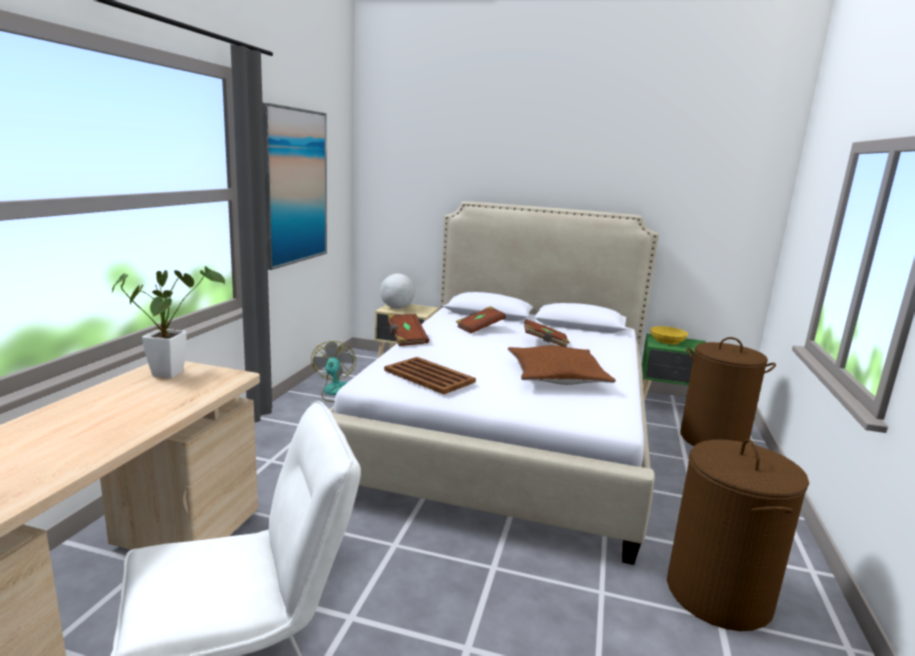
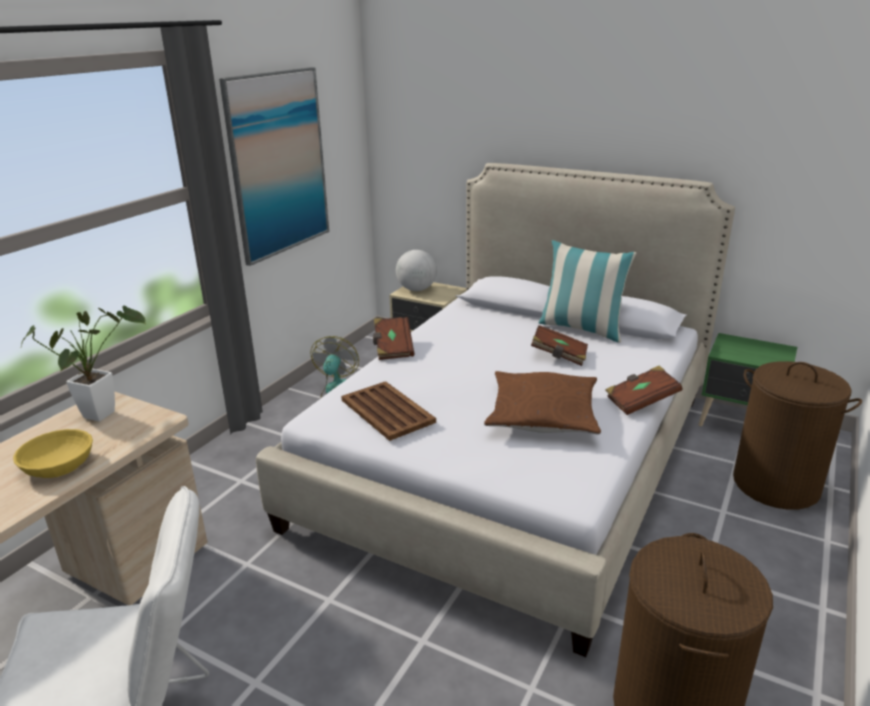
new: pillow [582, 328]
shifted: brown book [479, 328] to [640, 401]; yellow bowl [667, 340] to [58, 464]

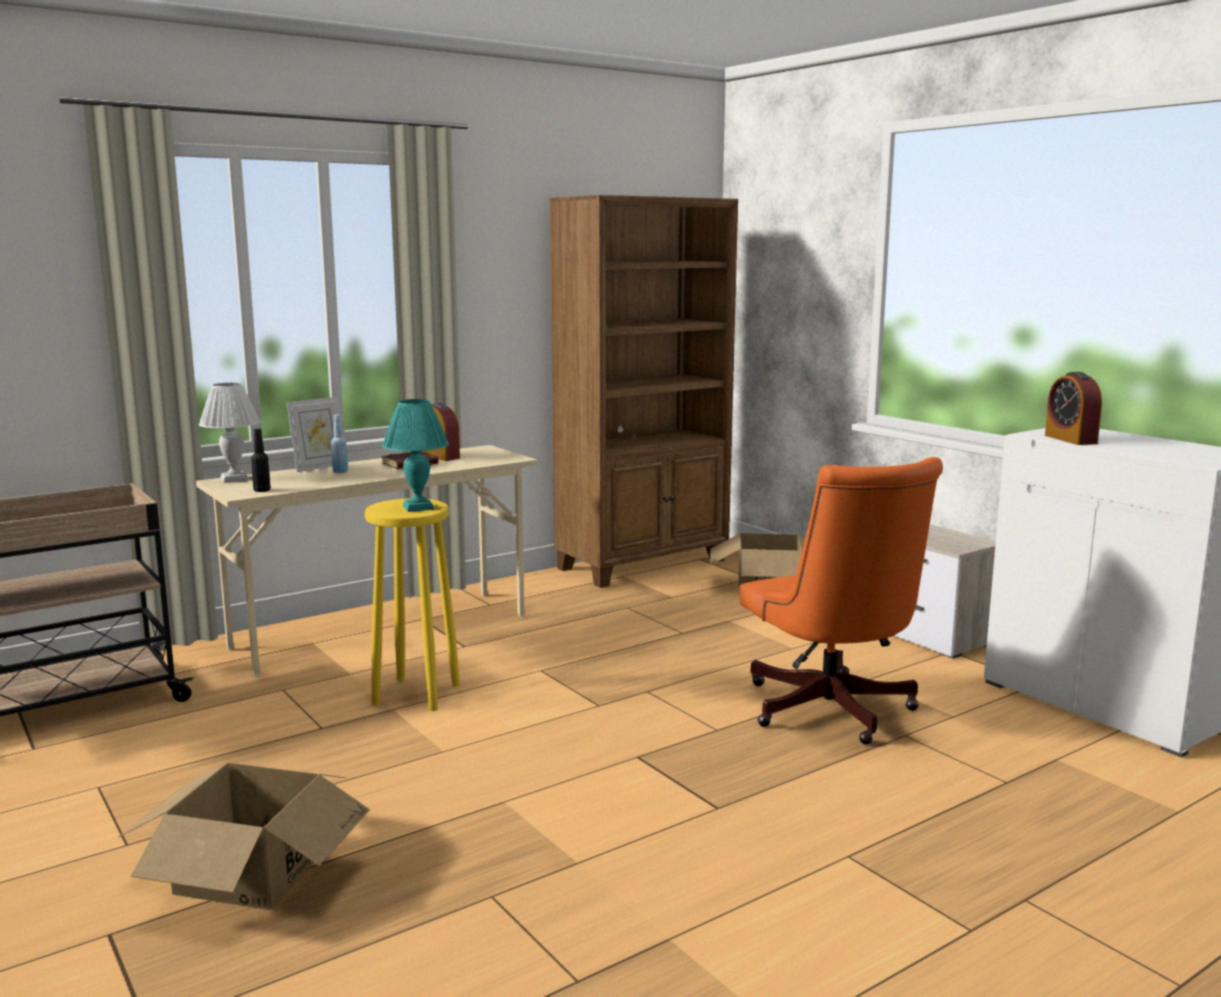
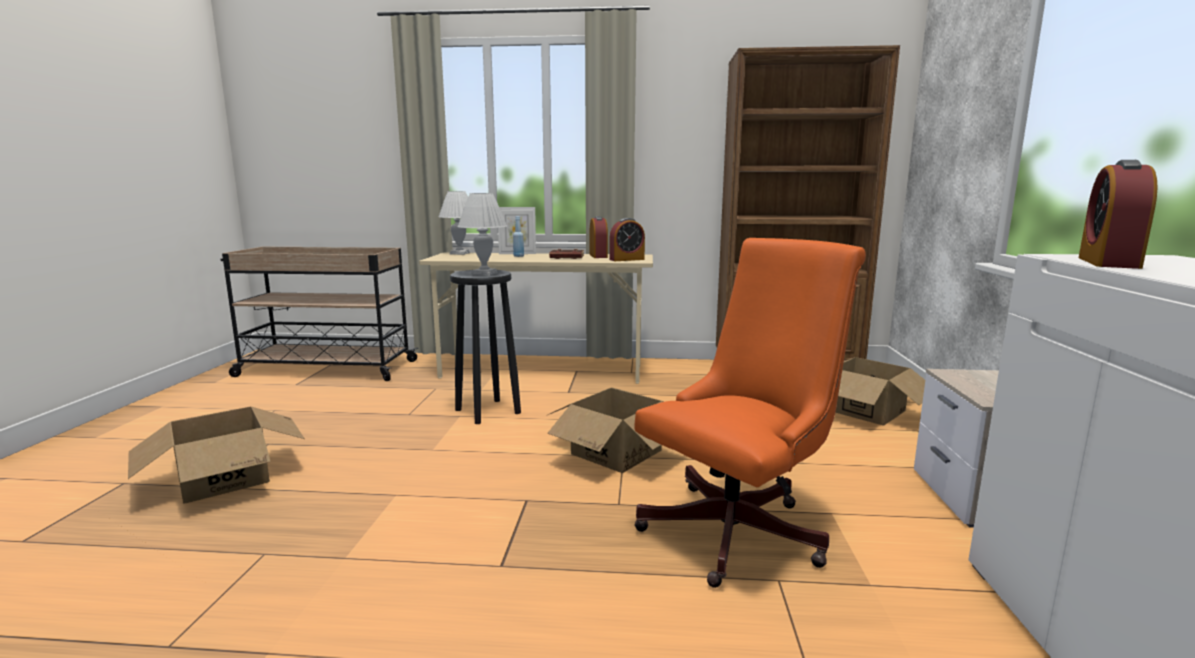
gone: black bottle [262, 490]
new: cardboard box [617, 452]; alarm clock [626, 259]
repainted: yellow stool [416, 694] to black stool [487, 411]; turquoise table lamp [419, 507] to white table lamp [485, 274]
rotated: orange office chair [832, 713] = [741, 529] 150 degrees counterclockwise

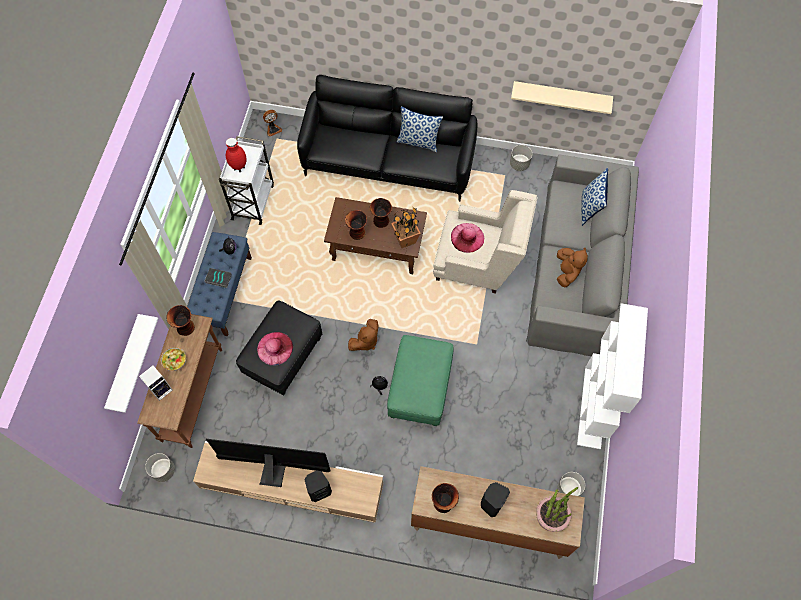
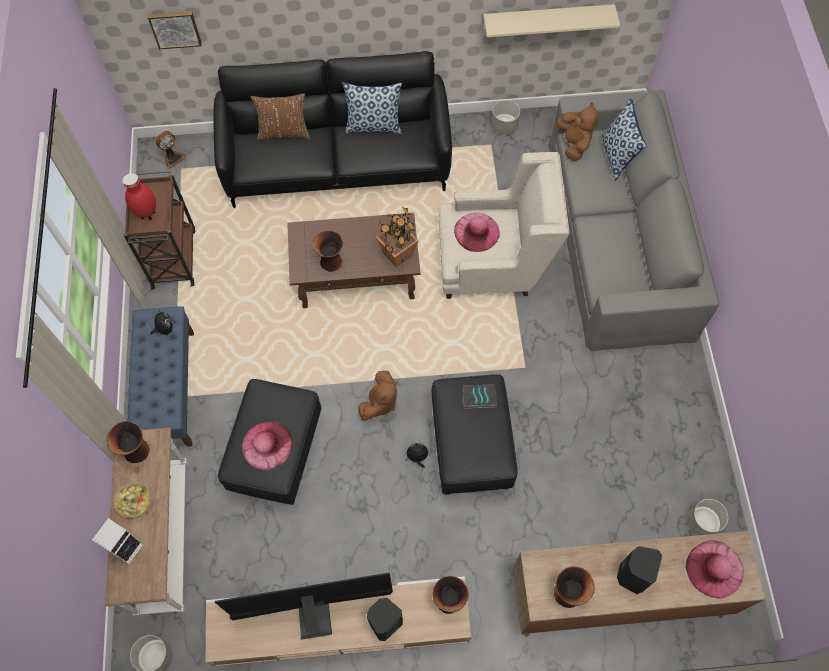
gone: white shelf [125, 364]; white bookcase [593, 408]
new: picture [175, 28]; brown pillow [284, 132]
shifted: book [218, 279] to [478, 398]; vase [381, 221] to [449, 601]; brown plush toy [567, 272] to [574, 143]
swapped: potted plant [551, 516] to pink hat [714, 569]
repainted: brown console table [193, 394] to white console table [168, 539]; white cart [253, 201] to brown cart [174, 257]; green ottoman [420, 389] to black ottoman [471, 446]

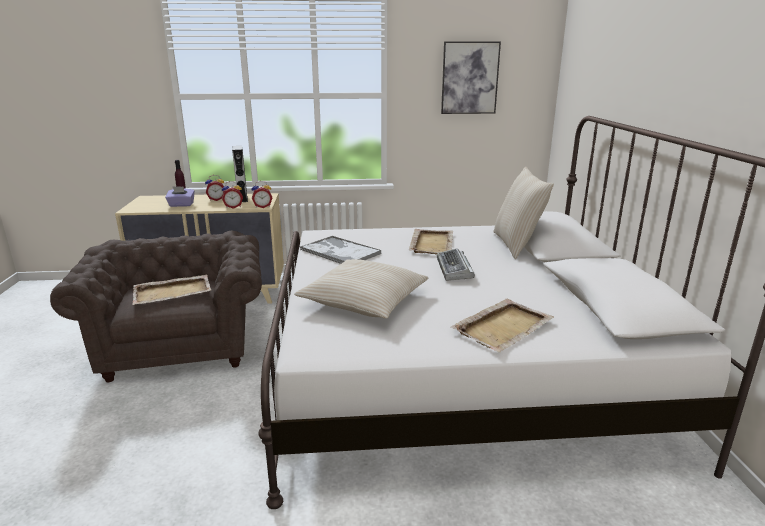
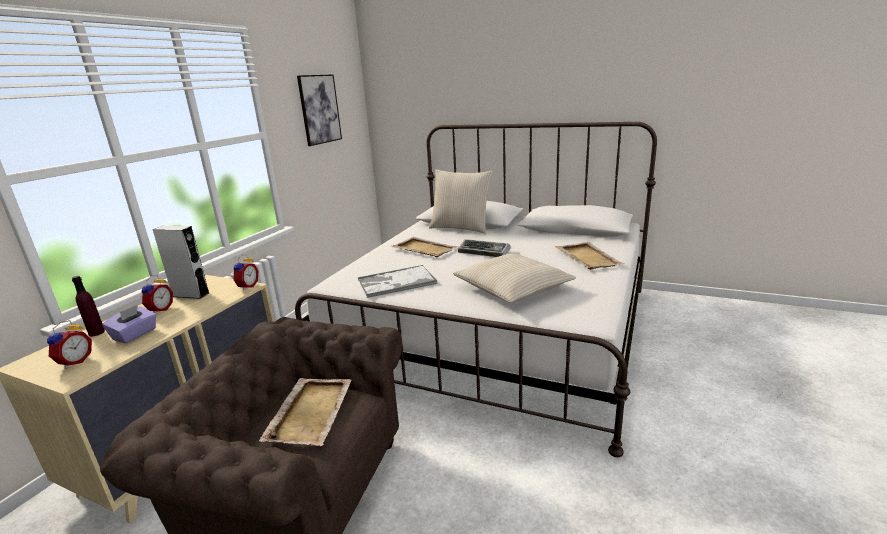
shifted: alarm clock [233, 207] to [74, 362]

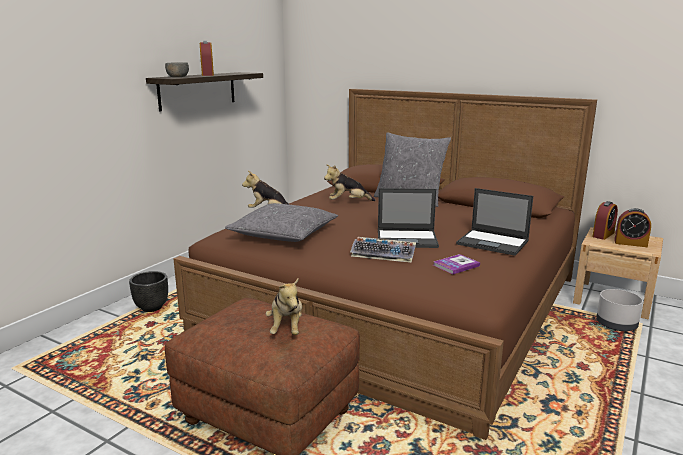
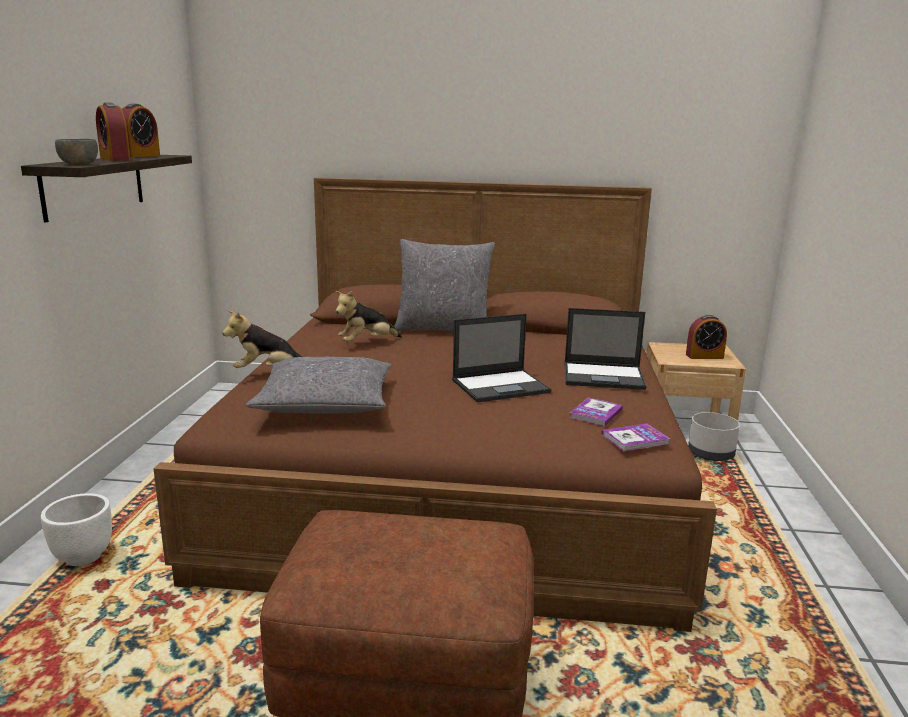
gone: plush toy [287, 328]; keyboard [384, 254]
new: book [635, 439]
shifted: alarm clock [603, 235] to [140, 156]
repainted: black planter [151, 308] to white planter [82, 557]

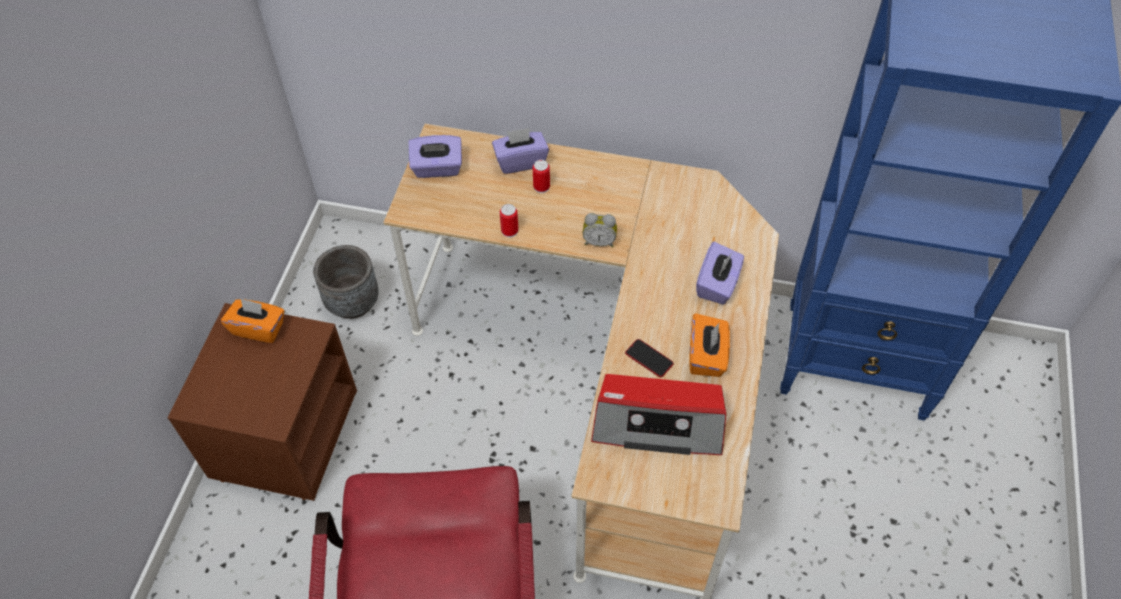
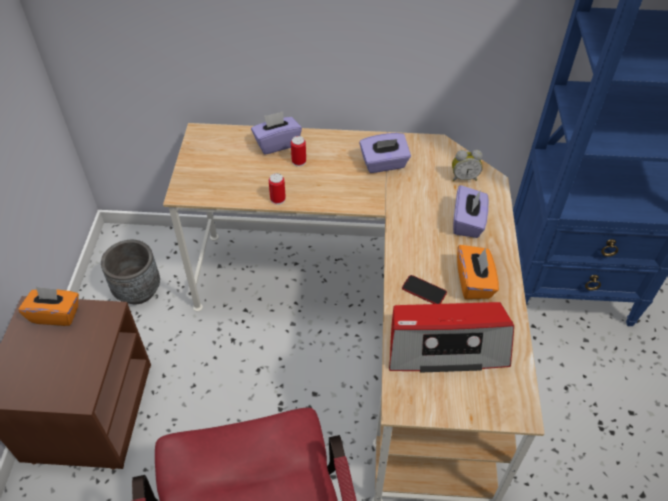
shifted: purple tissue box [437, 168] to [384, 164]; alarm clock [599, 241] to [464, 177]

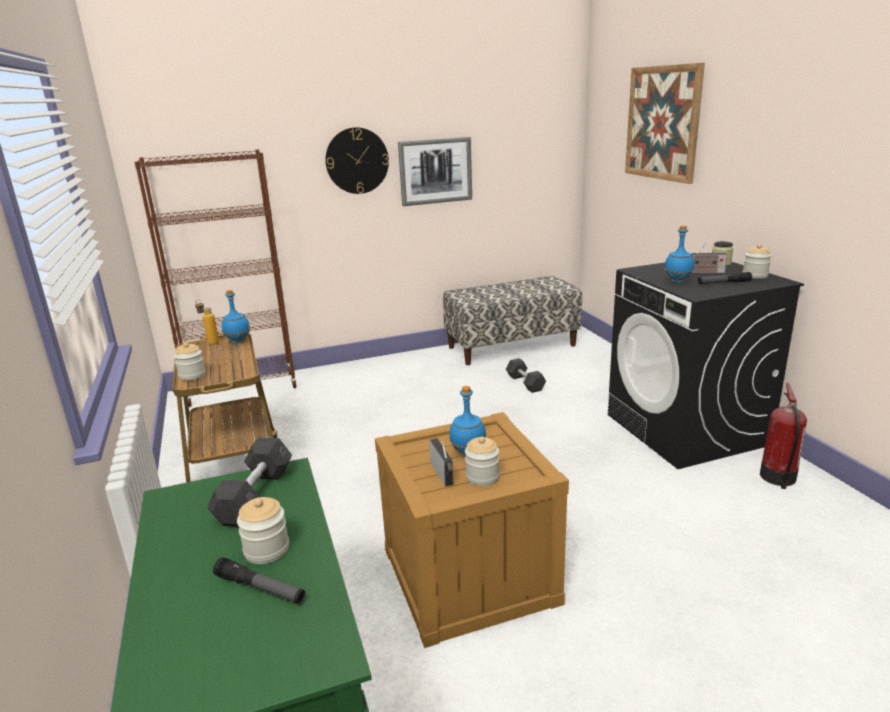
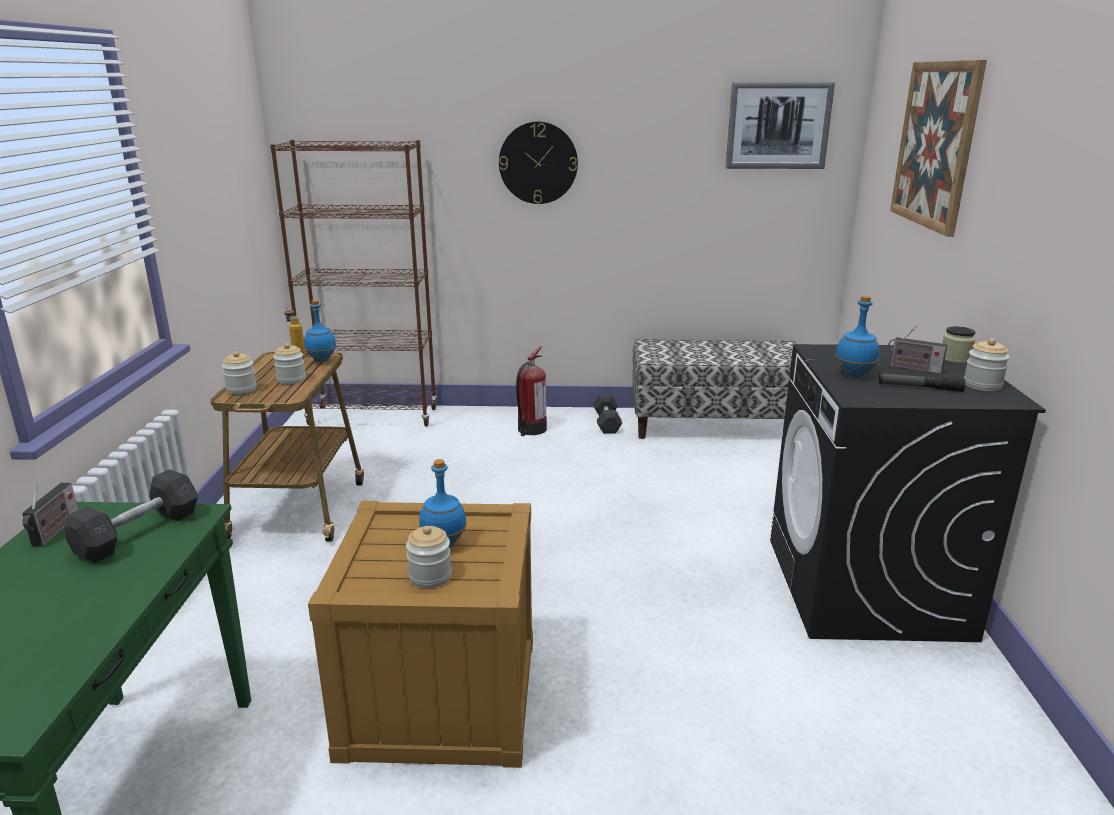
gone: flashlight [260, 588]
shifted: jar [266, 550] to [291, 380]; picture [435, 171] to [778, 126]; radio [443, 474] to [55, 531]; grey dumbbell [525, 383] to [607, 423]; fire extinguisher [778, 478] to [531, 430]

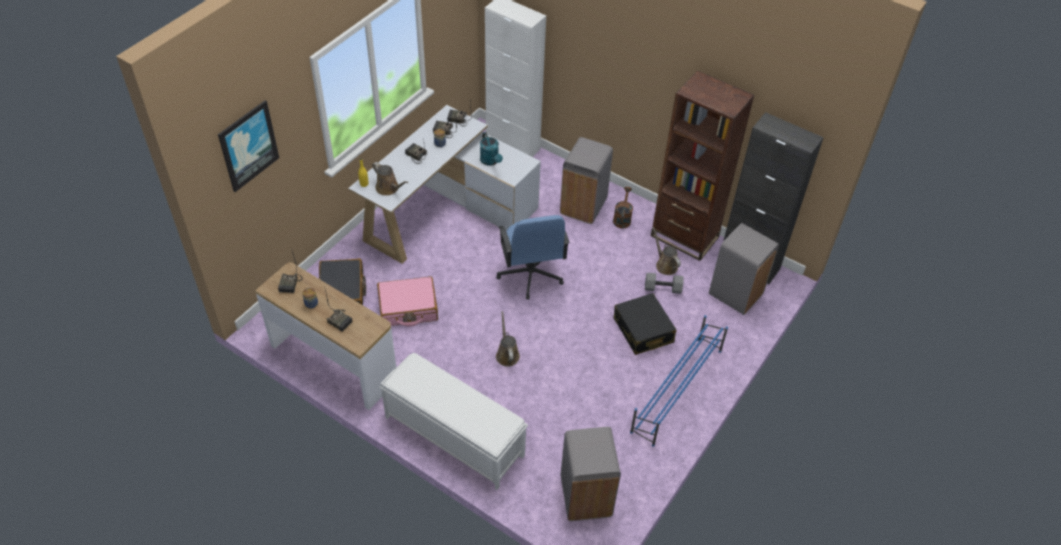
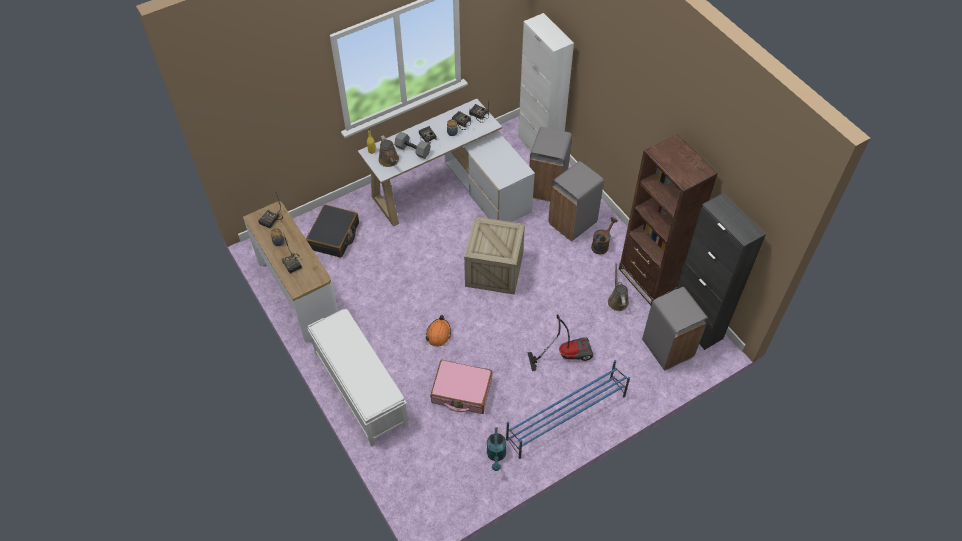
gone: picture [248, 145]
shifted: pink suitcase [408, 308] to [461, 391]; turquoise watering can [491, 161] to [496, 455]; grey trash can [585, 497] to [546, 187]; grey dumbbell [663, 288] to [413, 150]
swapped: blue office chair [530, 274] to crate [494, 270]; brown watering can [507, 354] to orange hard hat [438, 334]; black suitcase [643, 330] to vacuum cleaner [565, 353]

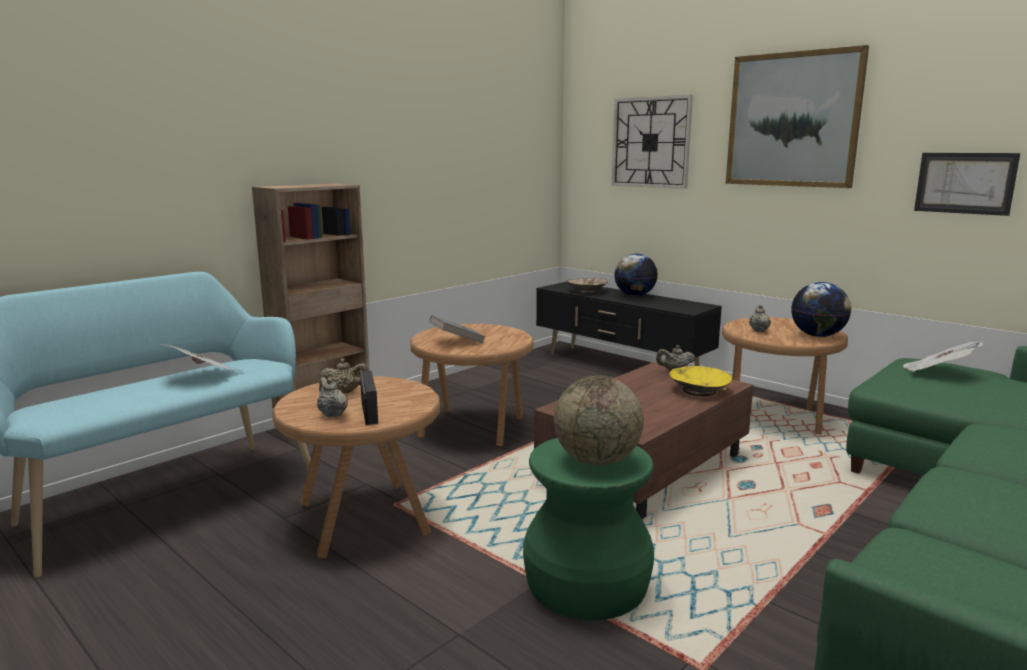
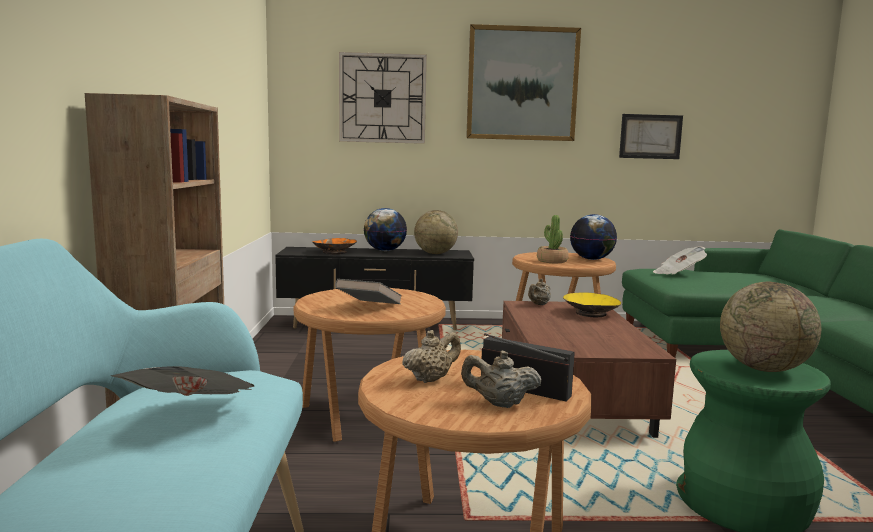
new: globe [435, 253]
swapped: beige teapot [758, 330] to potted plant [552, 261]
repainted: beige bowl [587, 291] to orange bowl [334, 252]

